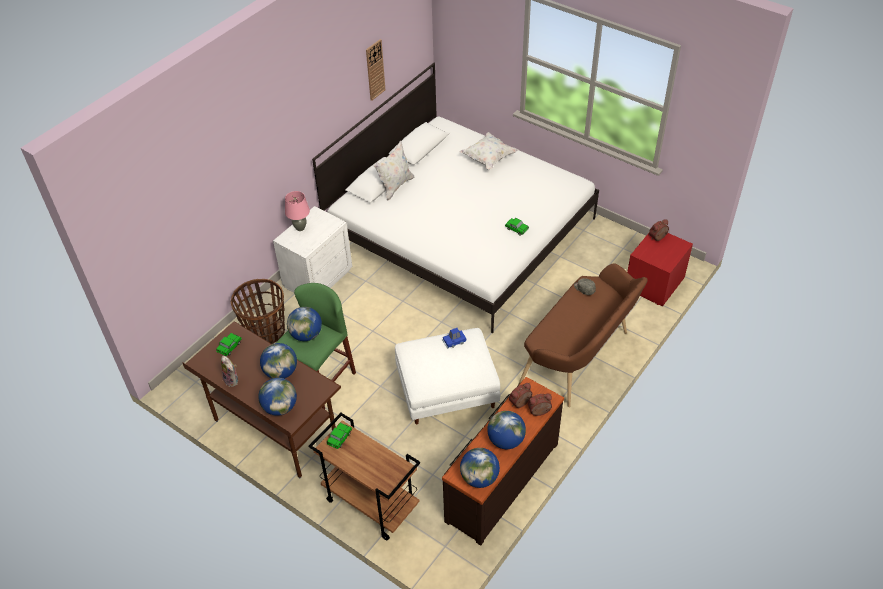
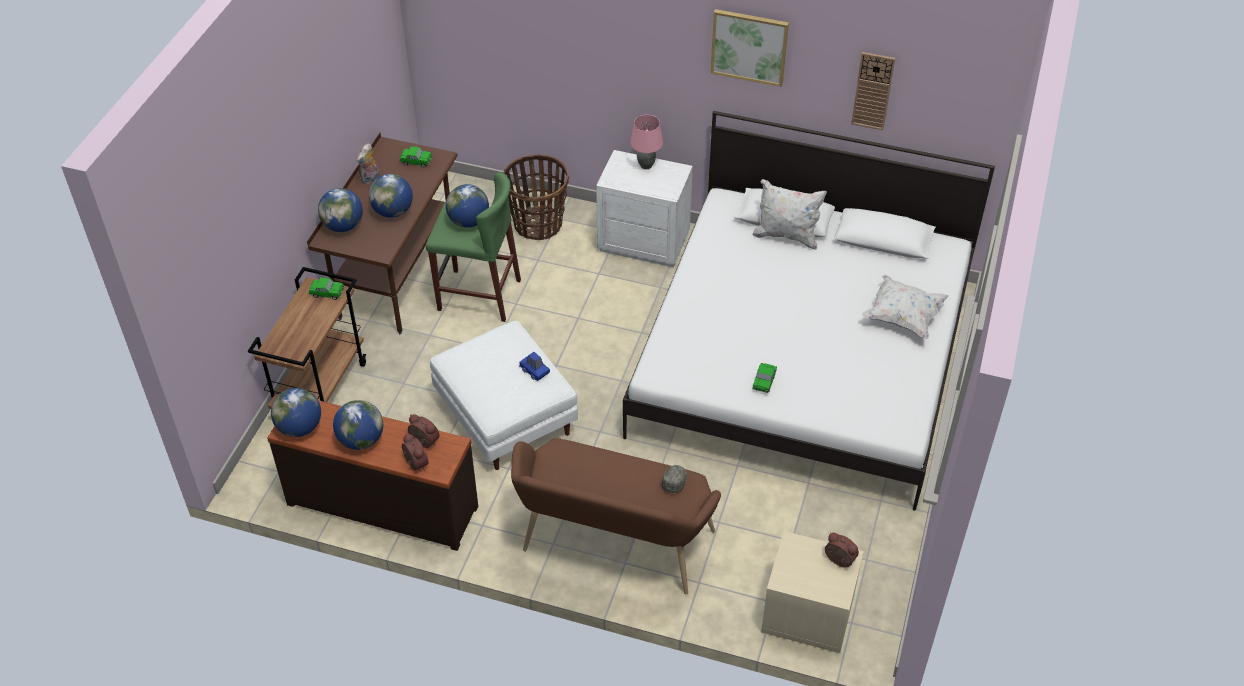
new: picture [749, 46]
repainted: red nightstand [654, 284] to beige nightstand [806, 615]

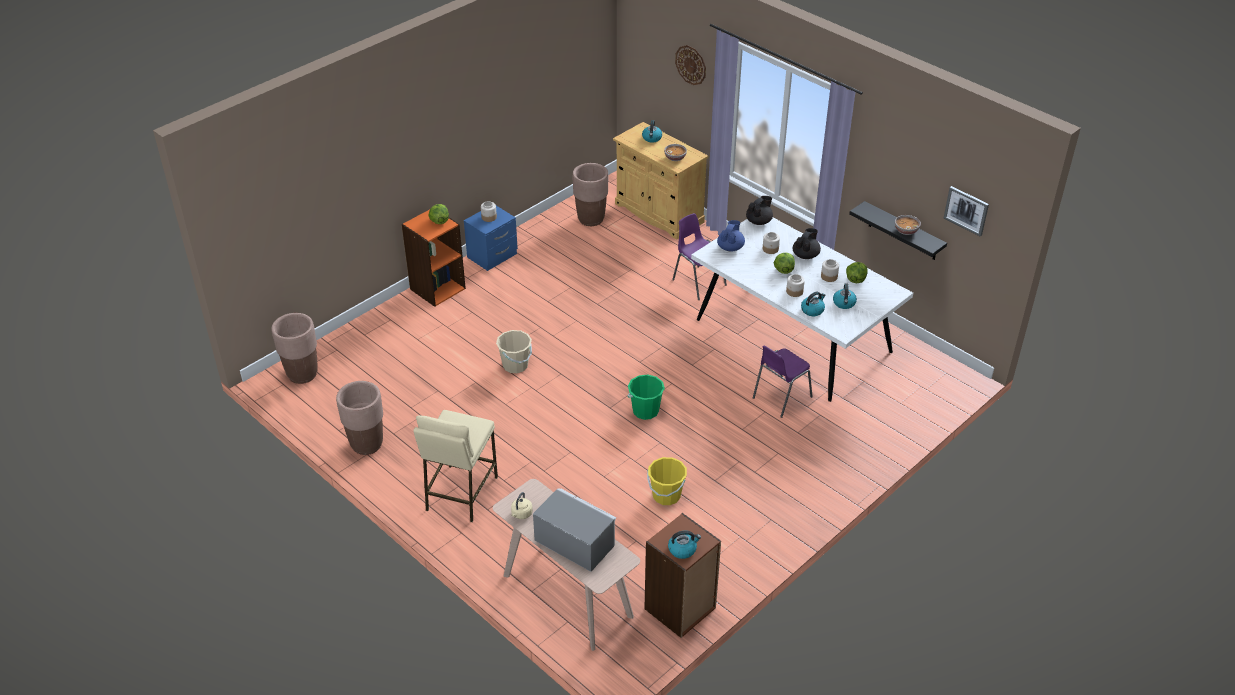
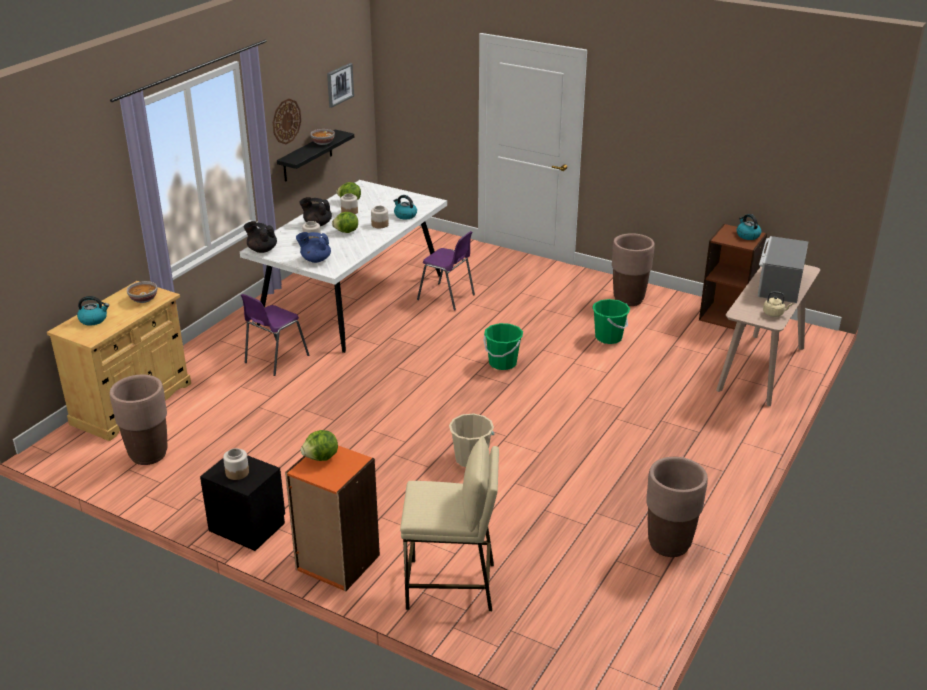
gone: kettle [844, 303]
shifted: brown planter [302, 374] to [628, 300]; beige stool [461, 493] to [451, 586]; wall clock [691, 64] to [286, 121]
repainted: blue nightstand [493, 256] to black nightstand [248, 526]; yellow bucket [666, 495] to green bucket [608, 337]

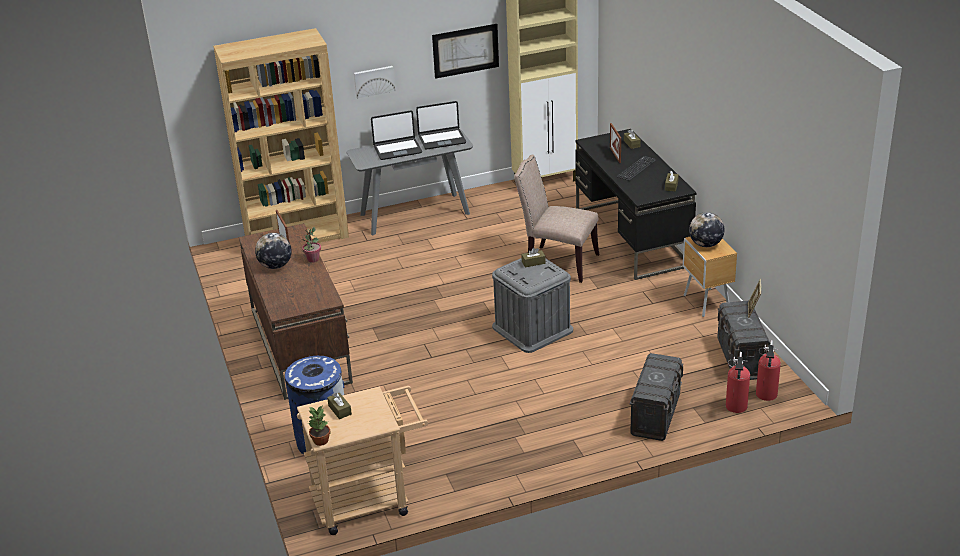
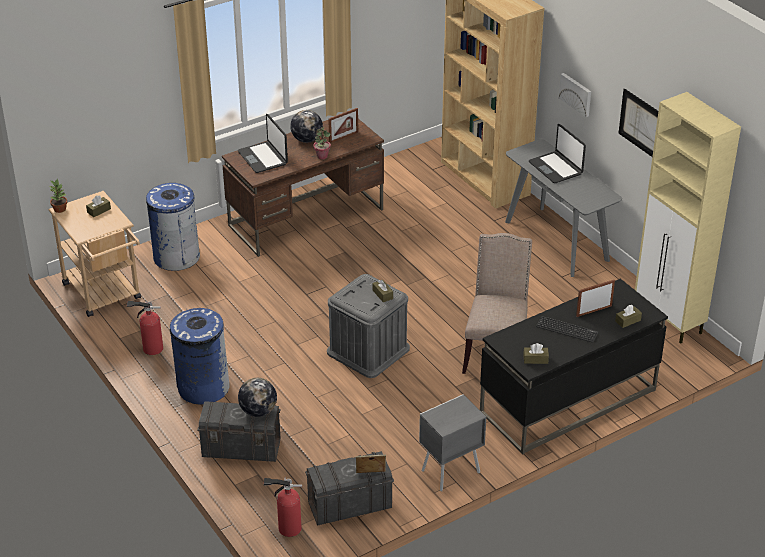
new: blue trash can [203, 387]
shifted: laptop [442, 139] to [263, 158]; globe [705, 244] to [258, 411]; fire extinguisher [736, 407] to [150, 348]
repainted: brown nightstand [706, 303] to grey nightstand [449, 472]

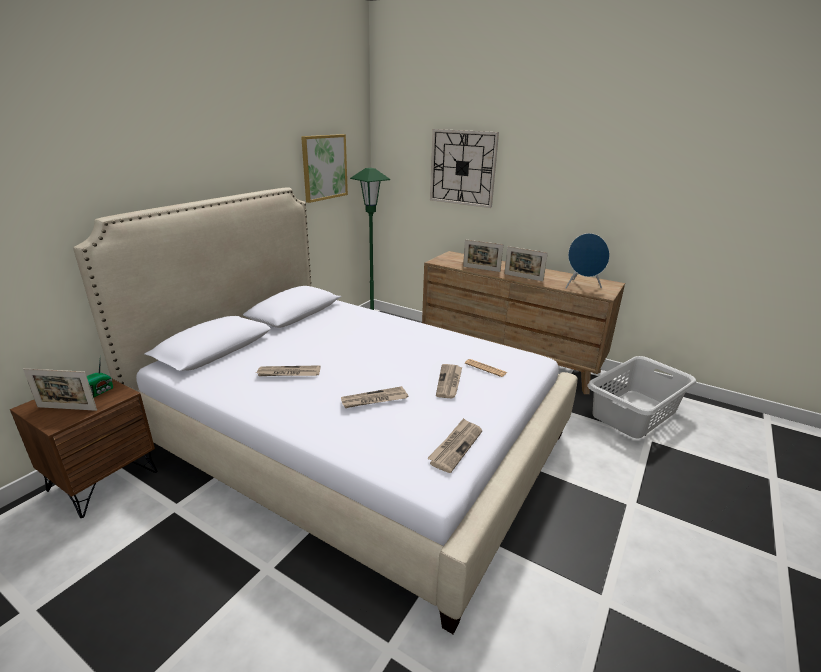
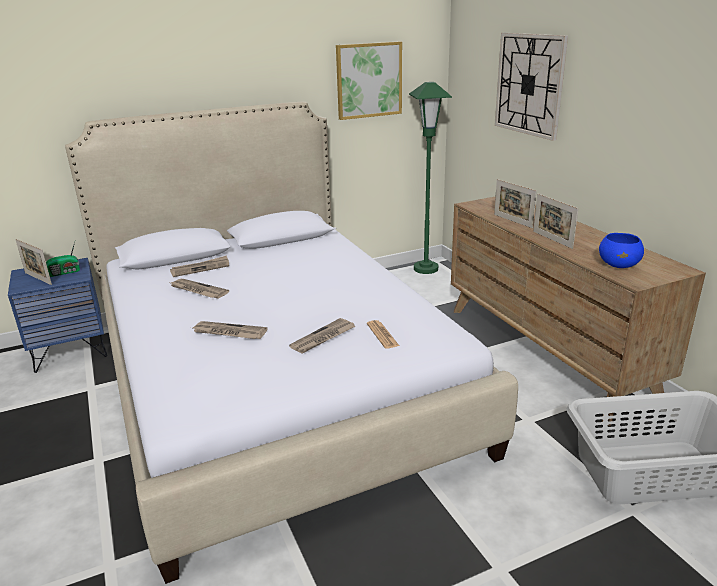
shifted: newspaper [455, 446] to [200, 268]
swapped: blue speaker [581, 287] to blue bowl [619, 265]
repainted: brown nightstand [103, 480] to blue nightstand [71, 350]

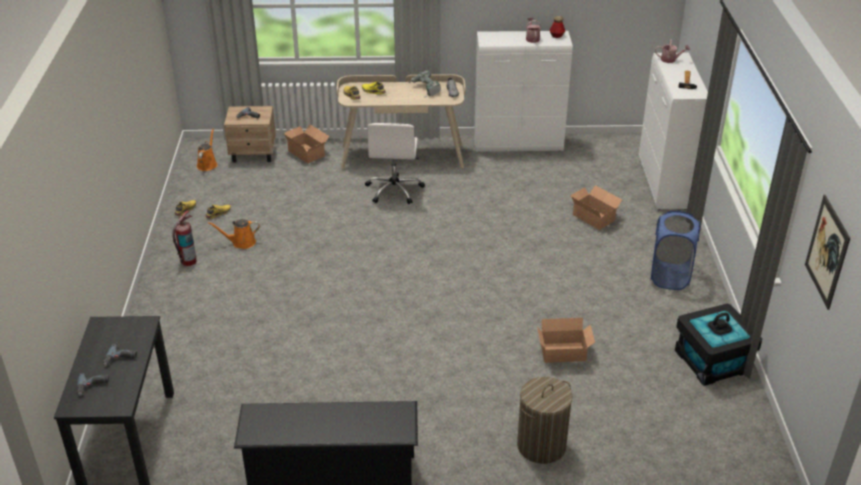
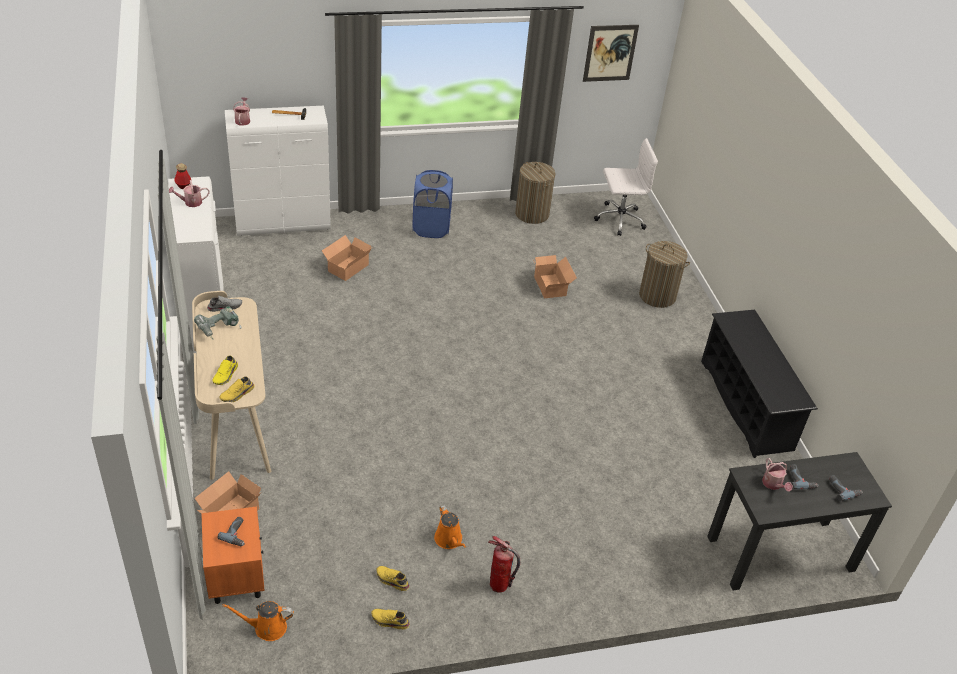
new: watering can [773, 484]
shifted: white office chair [394, 190] to [619, 219]
swapped: black storage box [712, 361] to laundry basket [532, 214]
repainted: beige nightstand [254, 154] to orange nightstand [236, 576]

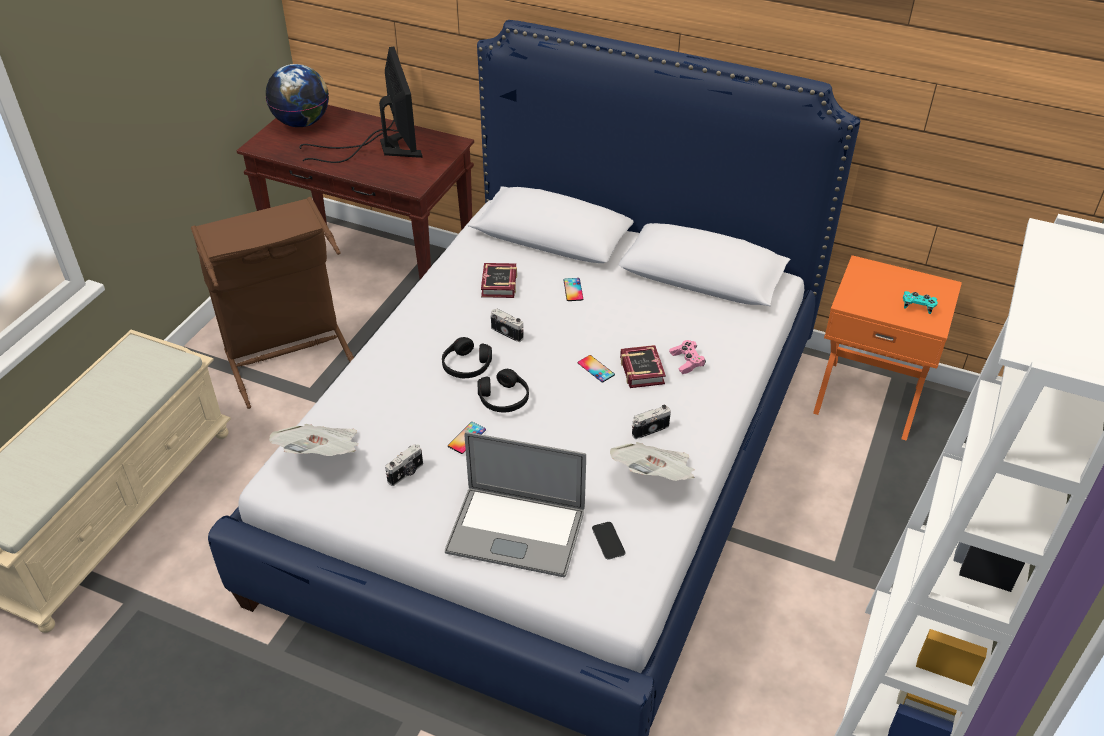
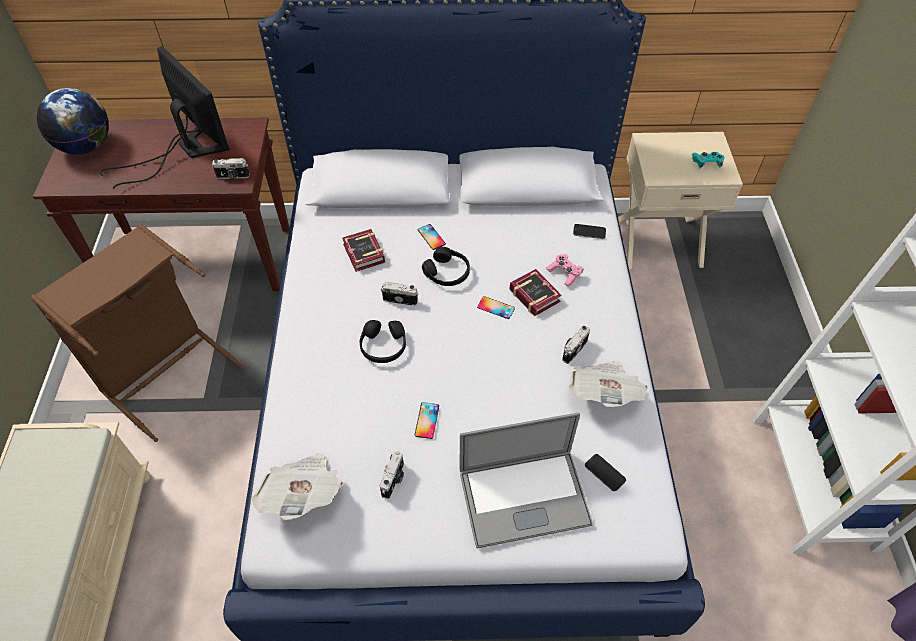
new: photo camera [233, 176]; phone [589, 232]
shifted: black headphones [504, 398] to [447, 272]
repainted: orange nightstand [868, 397] to beige nightstand [658, 240]

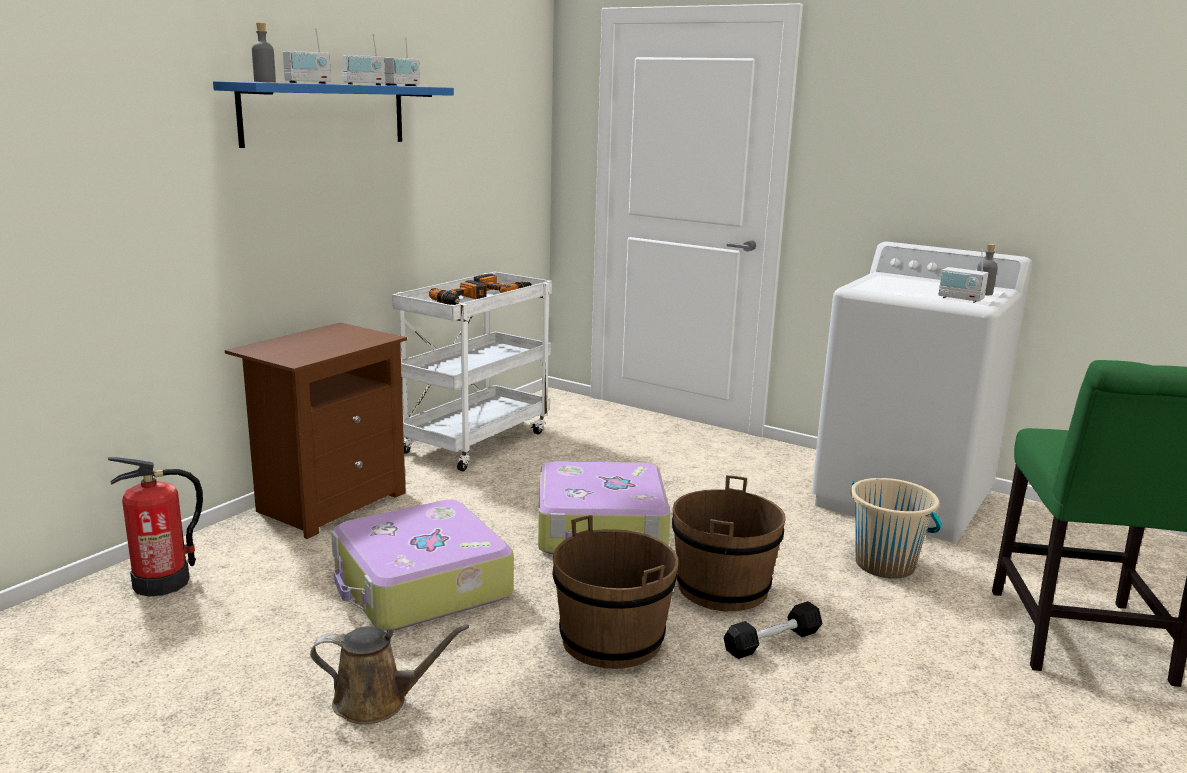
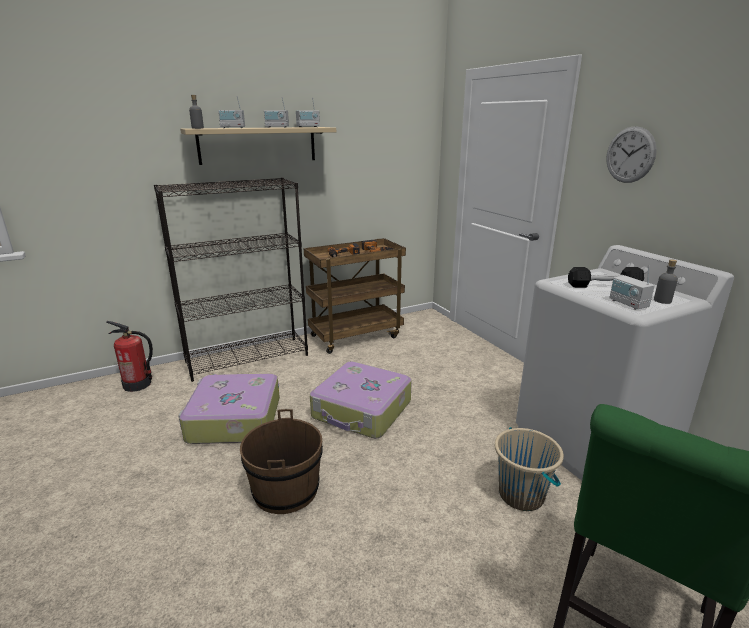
gone: brown watering can [377, 702]; brown bucket [722, 587]
new: wall clock [630, 155]
shifted: black dumbbell [772, 641] to [604, 286]
swapped: brown nightstand [329, 503] to black bookcase [248, 358]
repainted: blue shelf [325, 114] to beige shelf [258, 145]; white cart [476, 441] to brown cart [356, 336]

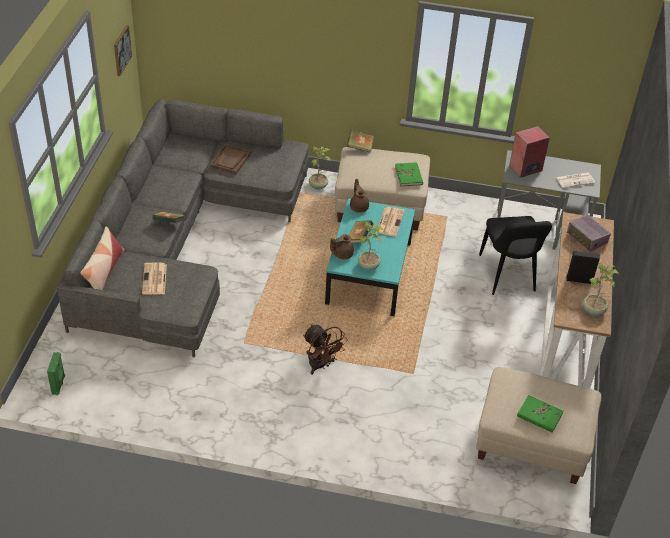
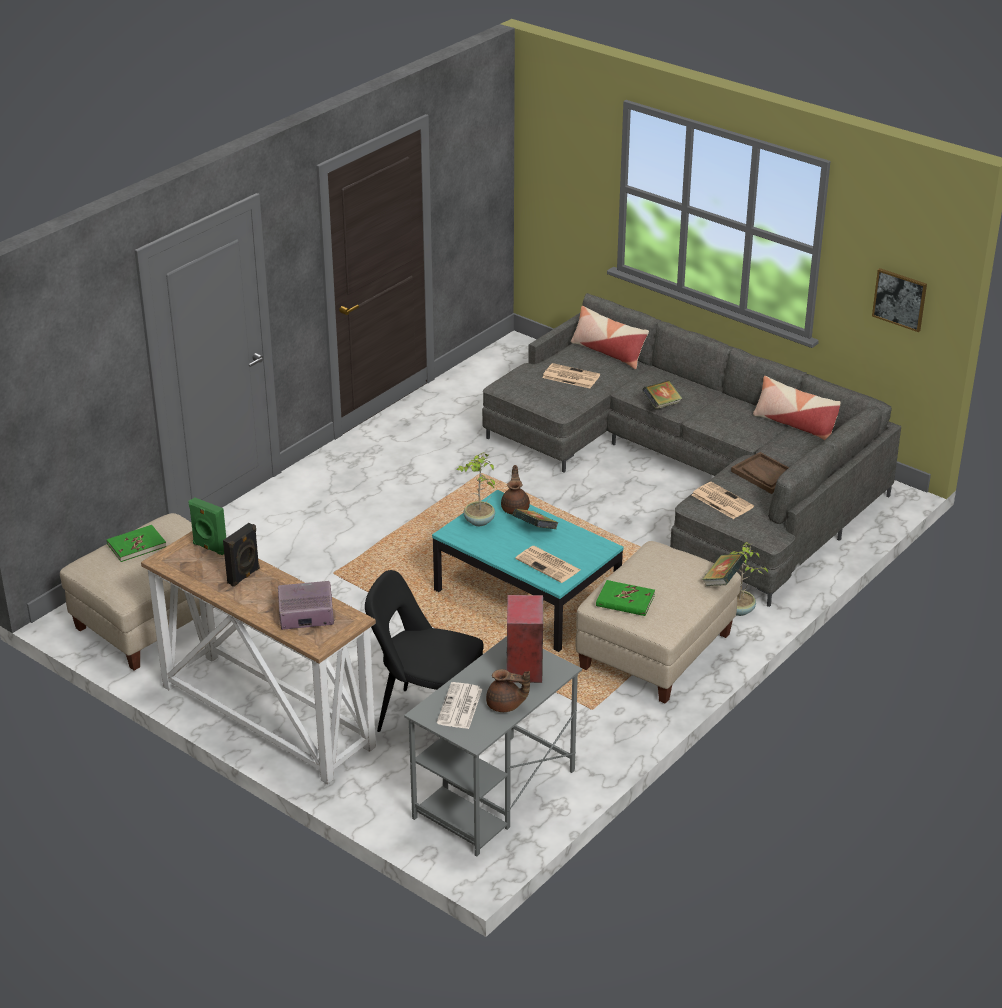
gone: brown fan [321, 366]; potted plant [594, 310]
new: newspaper [721, 501]; pillow [795, 424]
shifted: green speaker [59, 385] to [209, 548]; brown teapot [359, 207] to [505, 705]

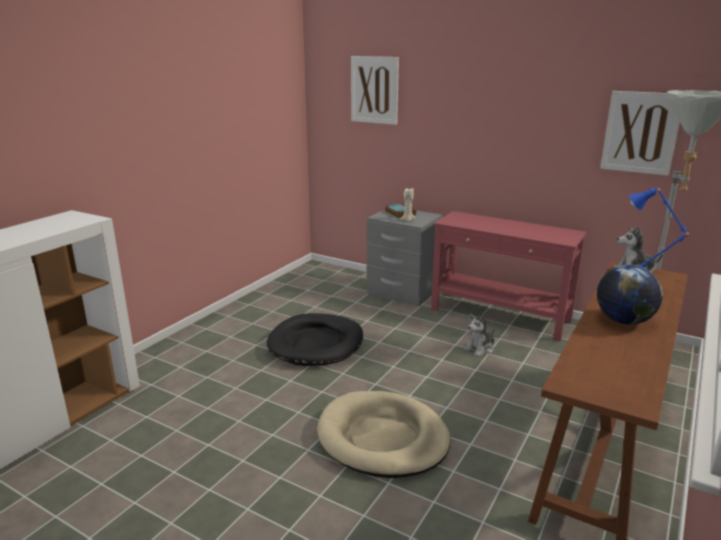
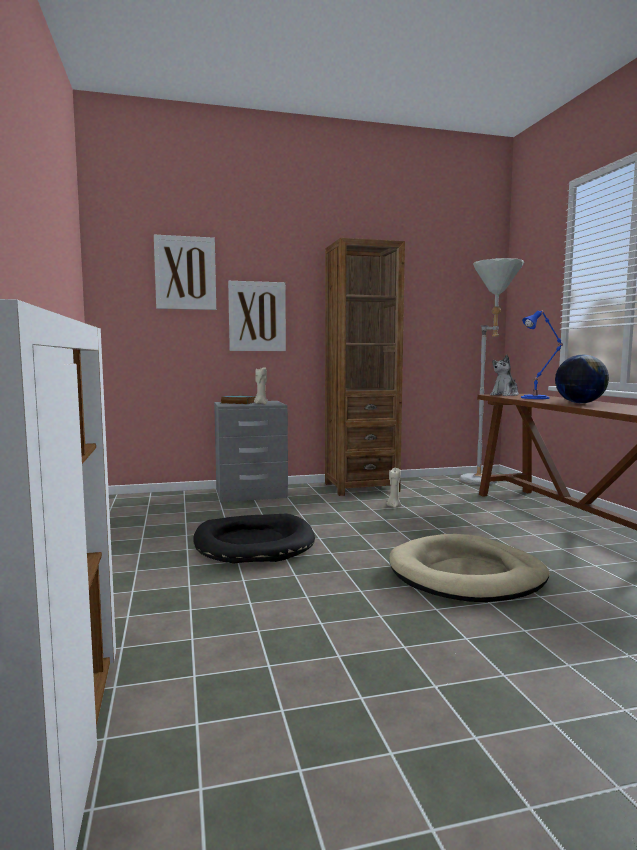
shifted: picture [640, 132] to [257, 316]
swapped: red console table [500, 316] to brown bookcase [361, 487]; plush toy [480, 348] to beige candle [393, 506]

